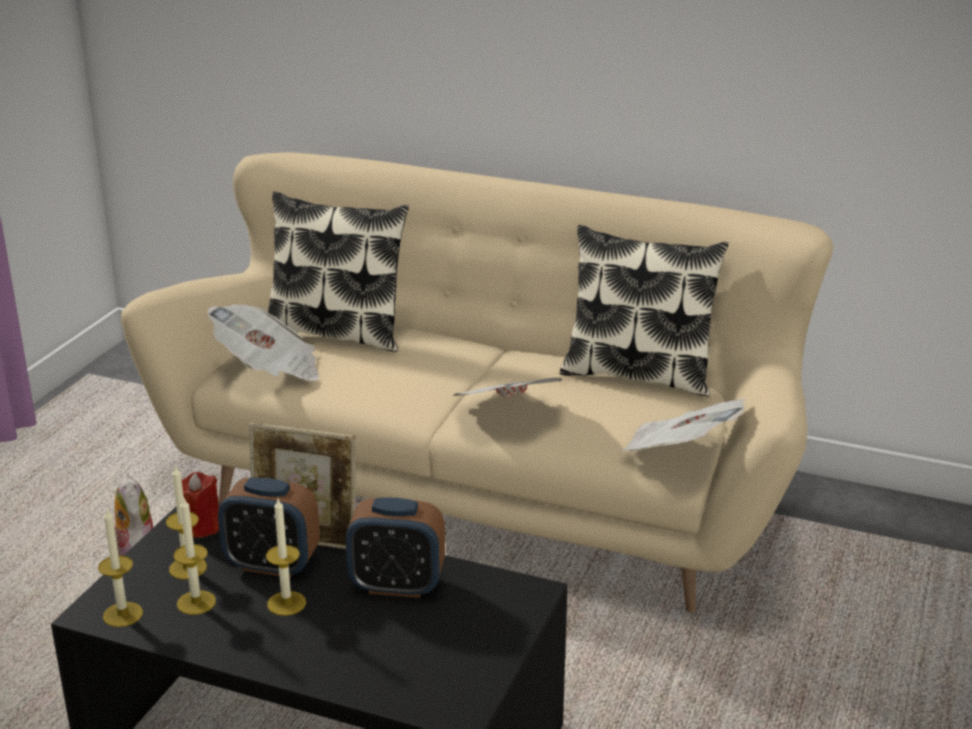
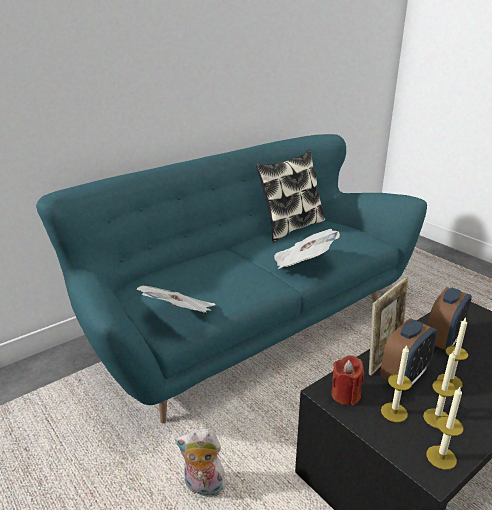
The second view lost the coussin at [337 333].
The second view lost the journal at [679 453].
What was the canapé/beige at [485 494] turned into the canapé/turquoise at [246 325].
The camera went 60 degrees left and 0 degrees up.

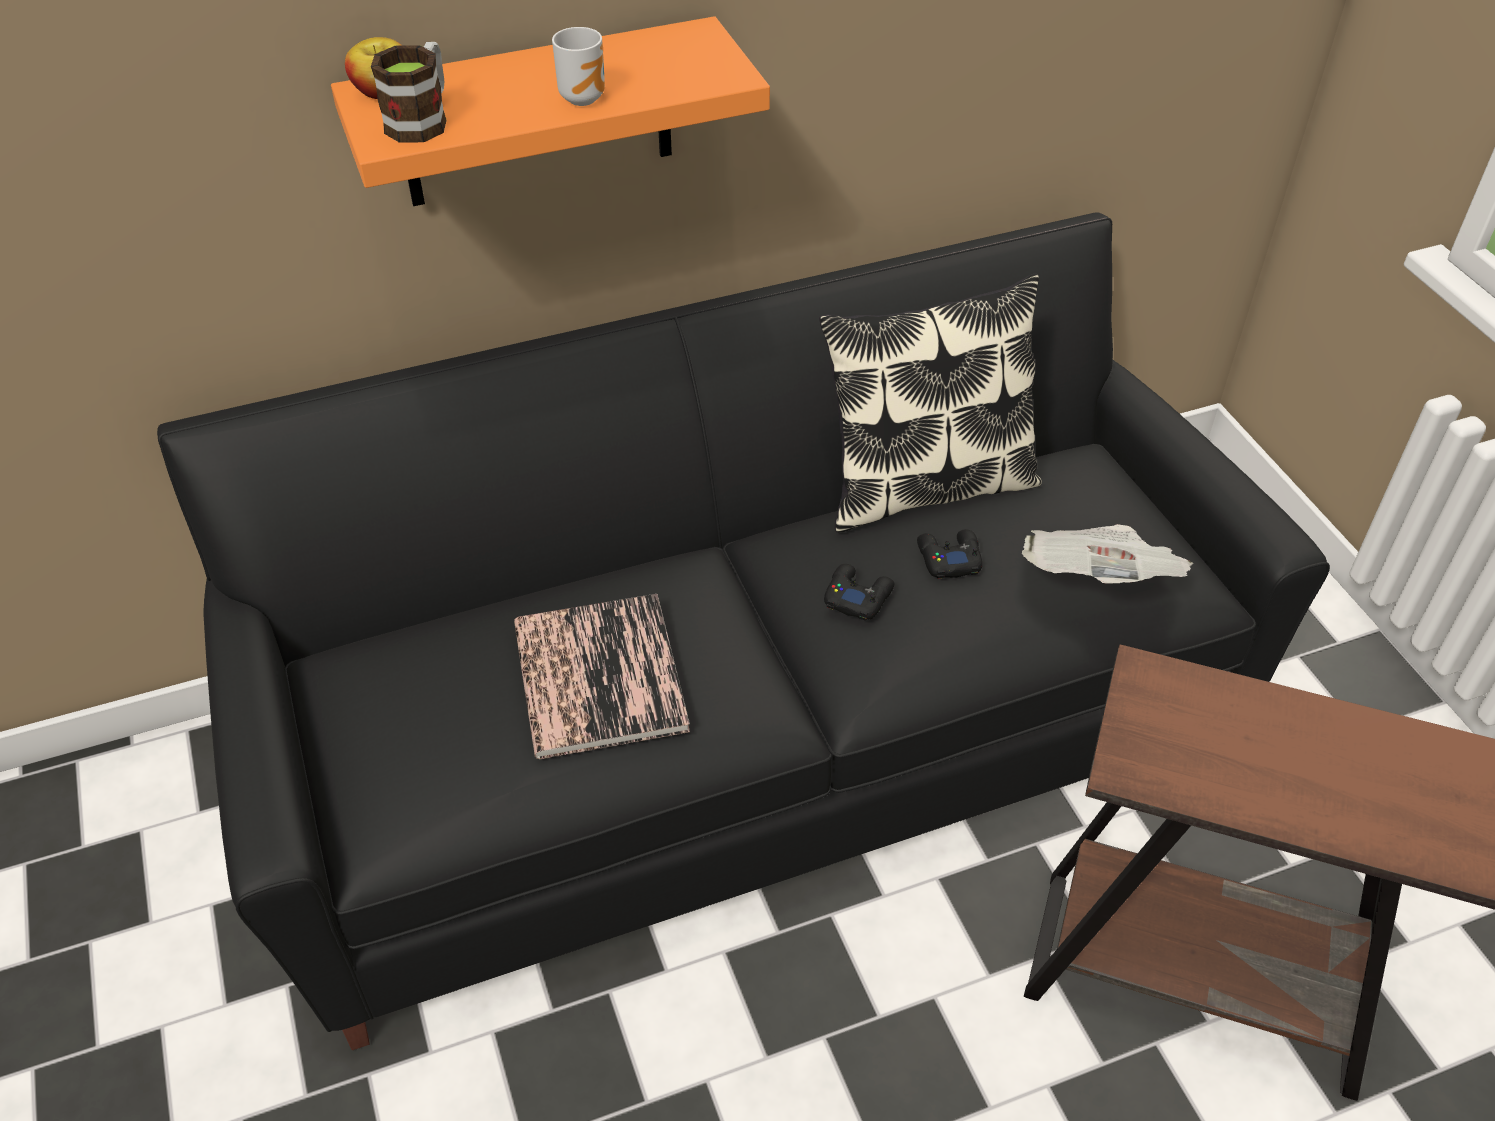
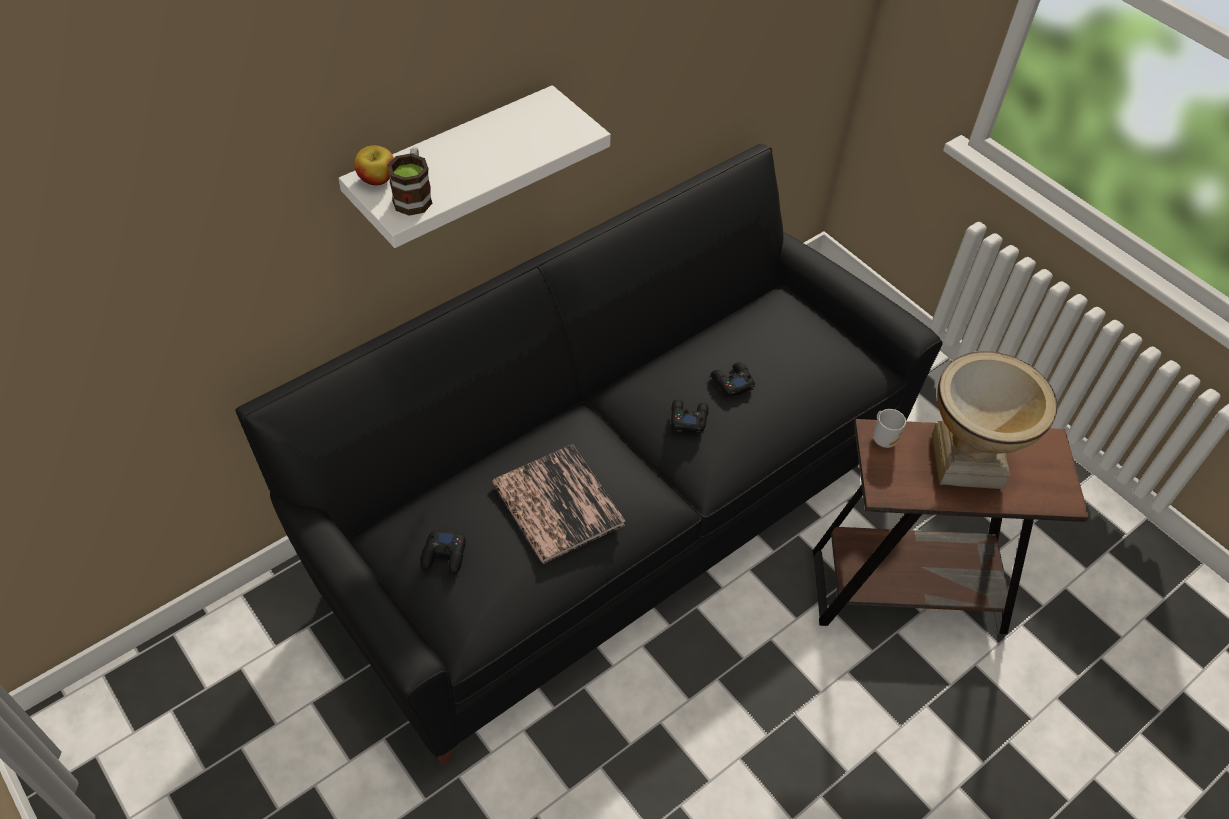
The second view lost the coussin at [925 485].
The second view lost the journal at [1097 583].
The second view gained the manette/noir at [444 555].
The second view gained the vase at [965 461].
The mug ended up elsewhere, having gone from [584 97] to [884 439].
What was the étagère/orange at [537 115] turned into the étagère/blanc at [453 166].
The camera went 20 degrees left and 5 degrees up.

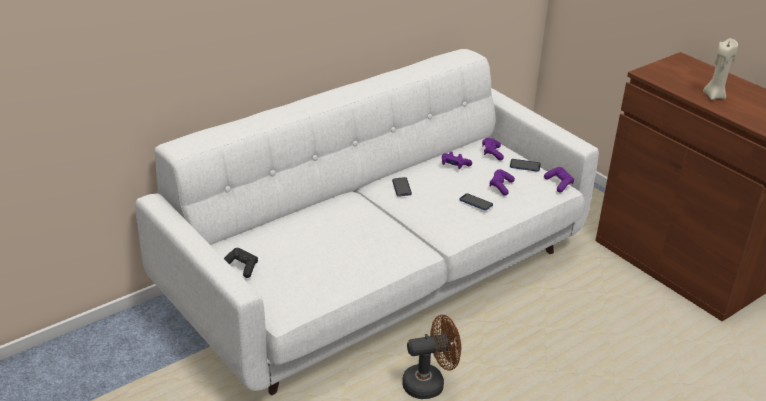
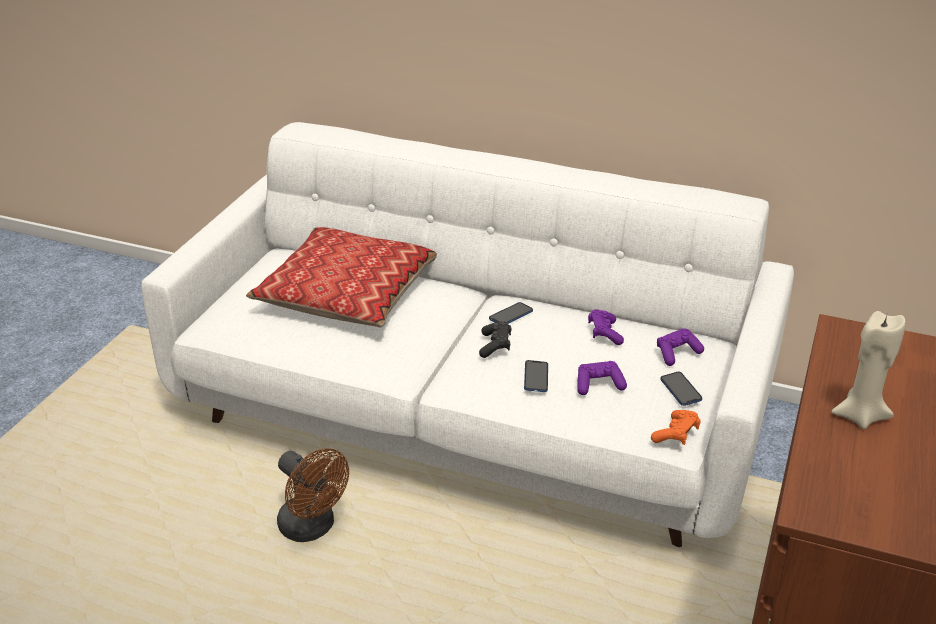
The second view gained the coussin at [348 292].
The manette/noir ended up elsewhere, having gone from [241 267] to [495 346].
What was the manette/violet at [559 184] turned into the manette/orange at [676 435].
The camera went 60 degrees right and 0 degrees up.

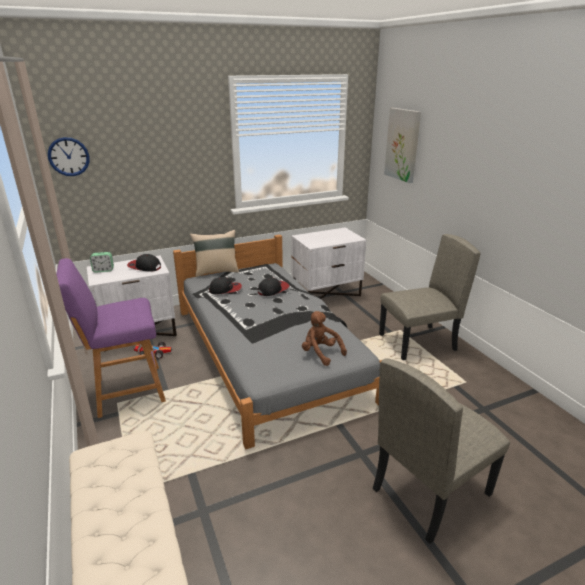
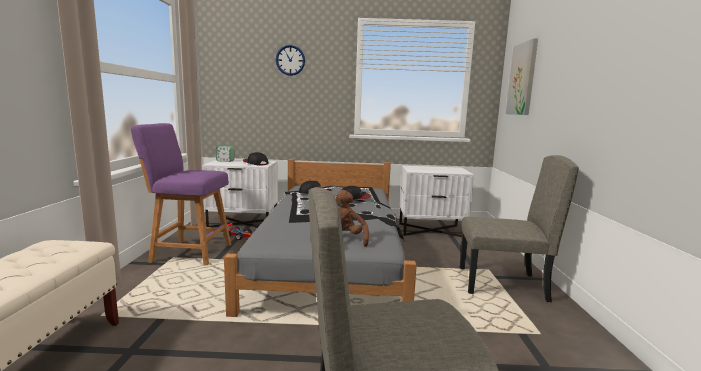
The second view lost the coussin/beige at [216 271].
The horloge murale ended up elsewhere, having gone from [69 156] to [290 60].
The camera went 25 degrees right and 15 degrees down.

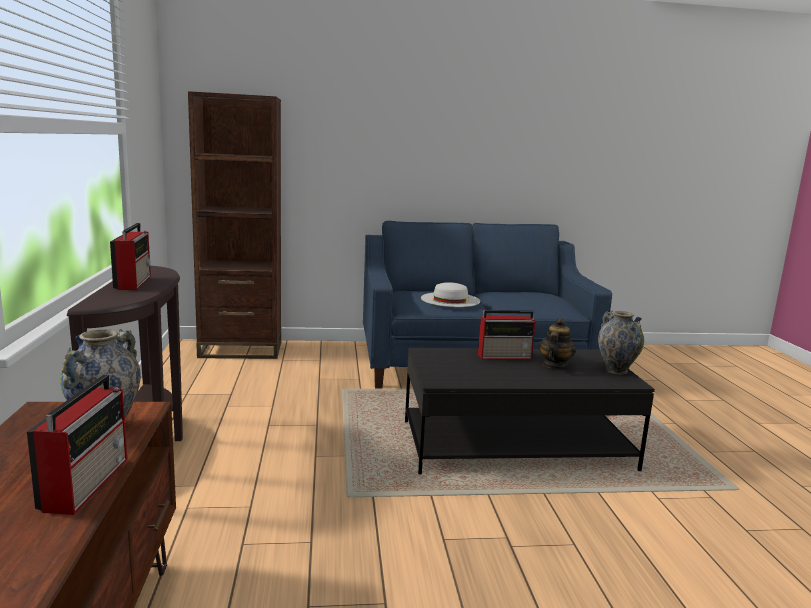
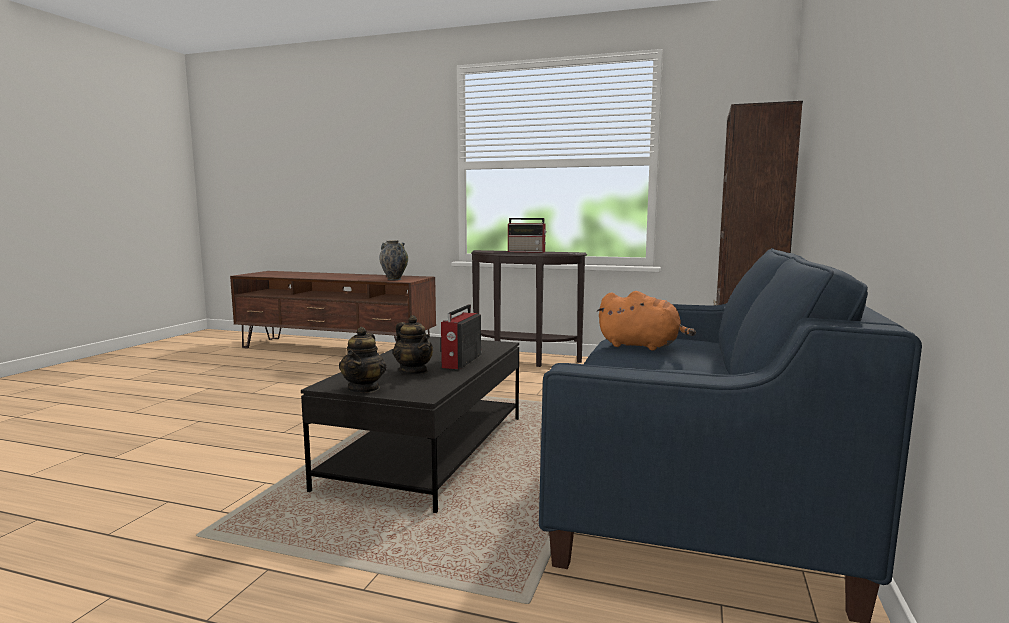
The second view lost the radio at [87 482].
Where the chapeau/blanc stood at [450 299], the peluche/orange came to stand at [642 346].
Where the vase stood at [616 370], the théière came to stand at [364 388].
The camera went 115 degrees right and 5 degrees down.

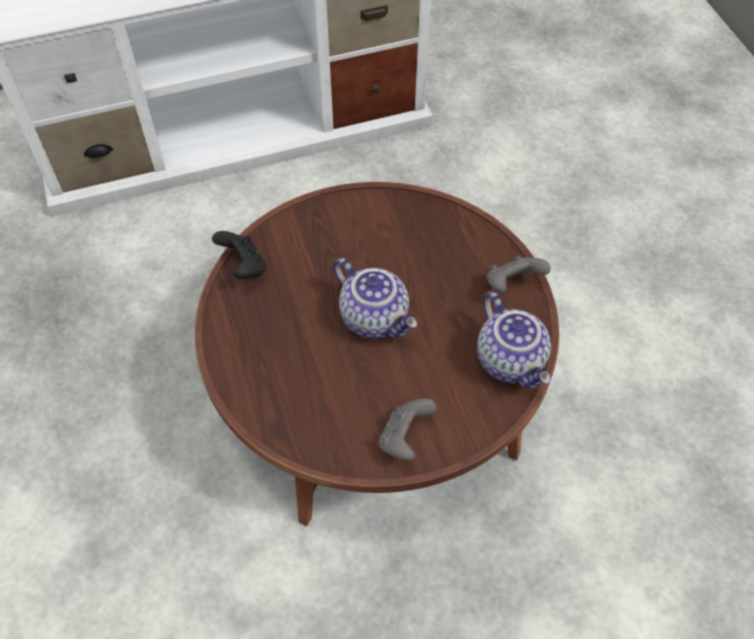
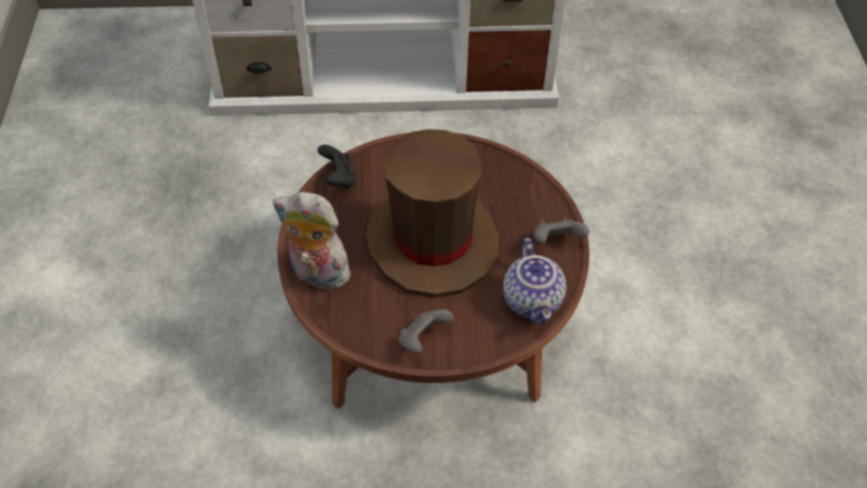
The second view gained the peluche at [316 274].
Where the théière stood at [376 318], the chapeau/marron came to stand at [432 242].
The camera went 15 degrees right and 5 degrees down.

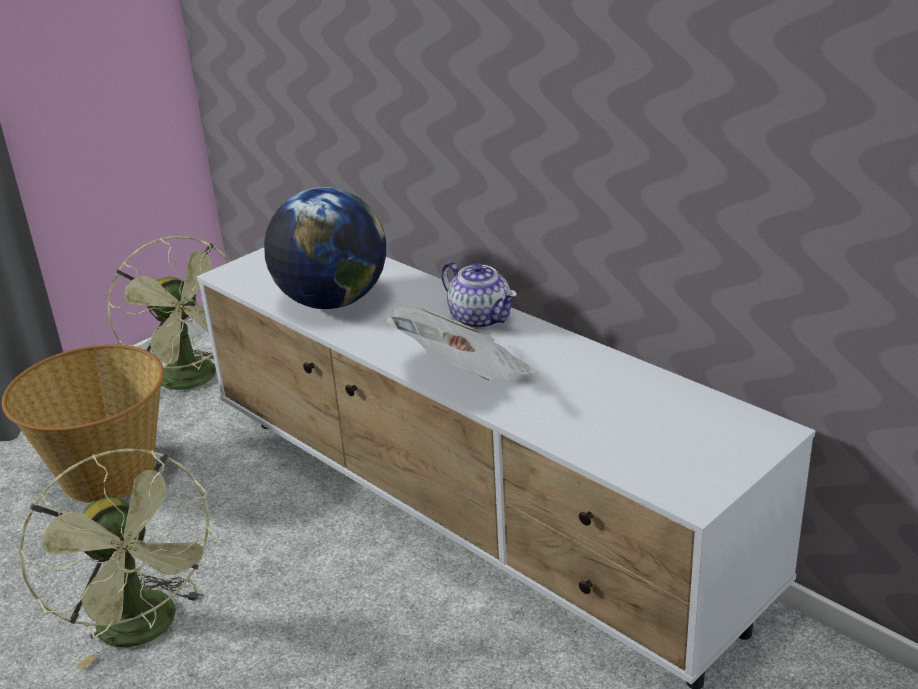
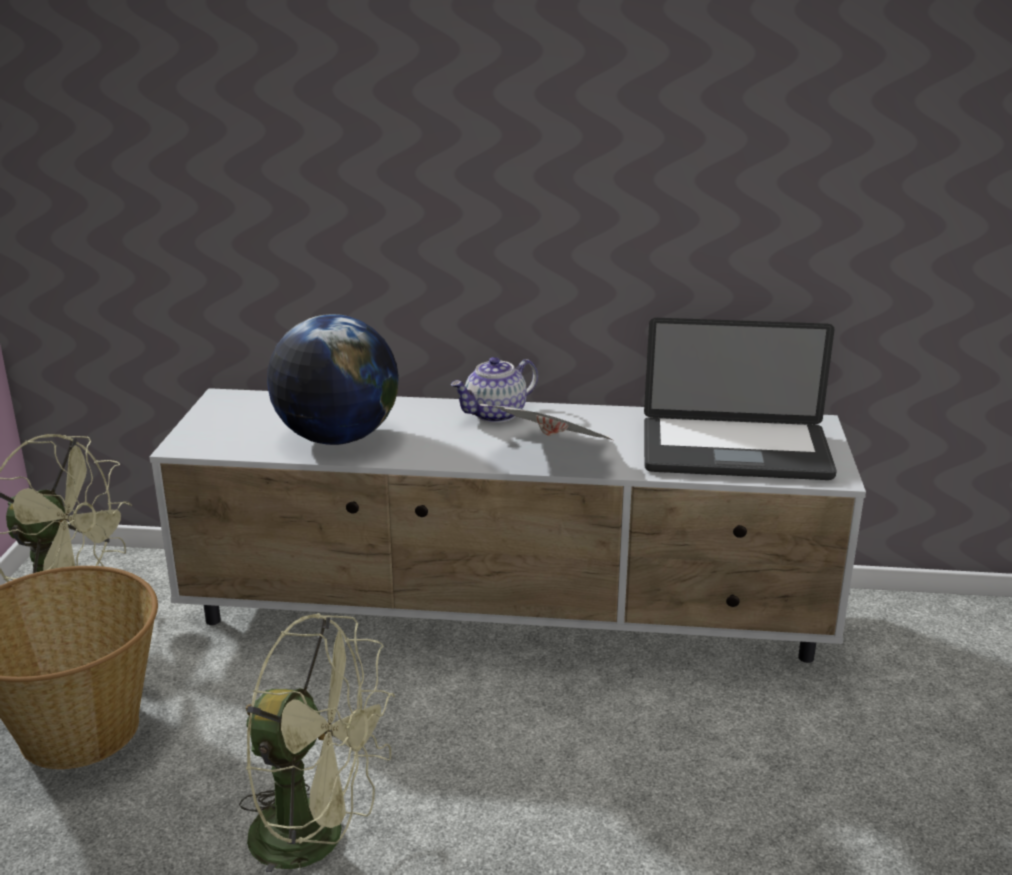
The second view gained the ordinateur portable at [735 452].
The théière at [481 318] ended up facing another way, 135 degrees clockwise from before.
The camera went 40 degrees left and 5 degrees down.

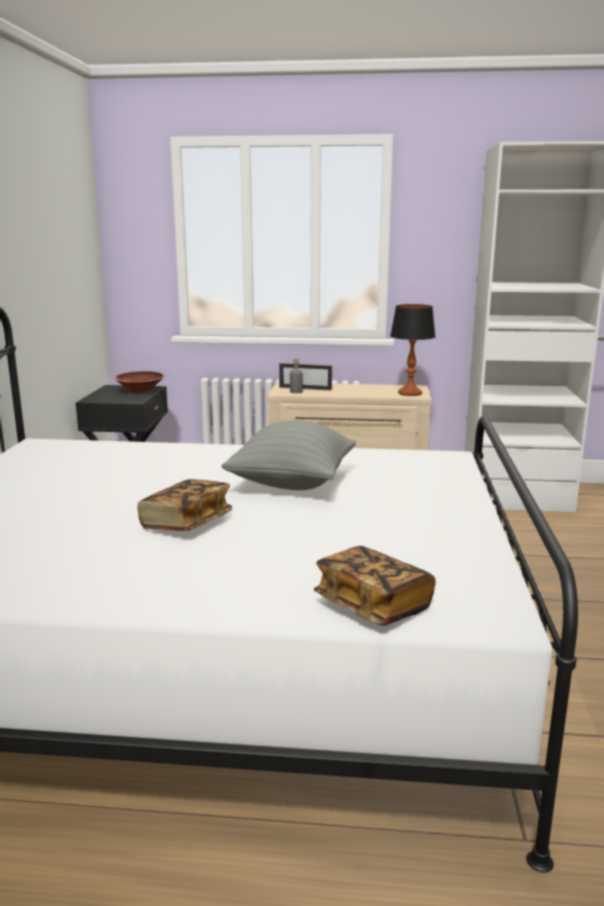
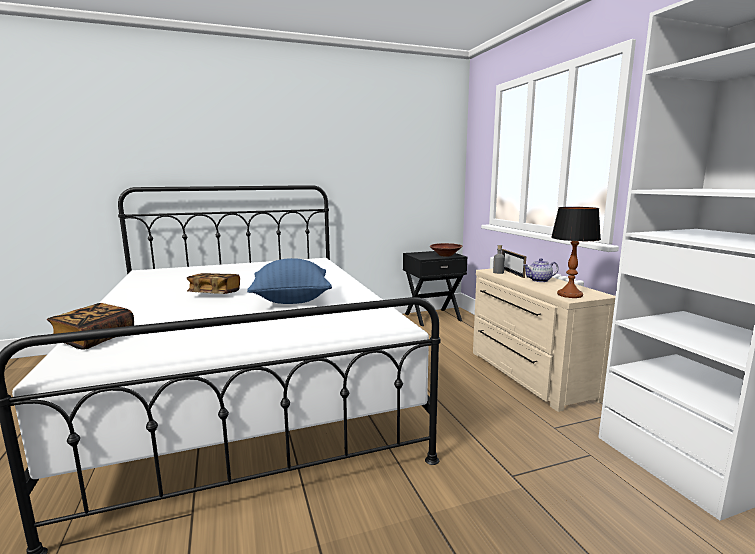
The second view gained the théière at [539 280].
What was the coussin/gris at [292 484] turned into the coussin/bleu at [291 300].
The camera went 65 degrees right and 5 degrees down.

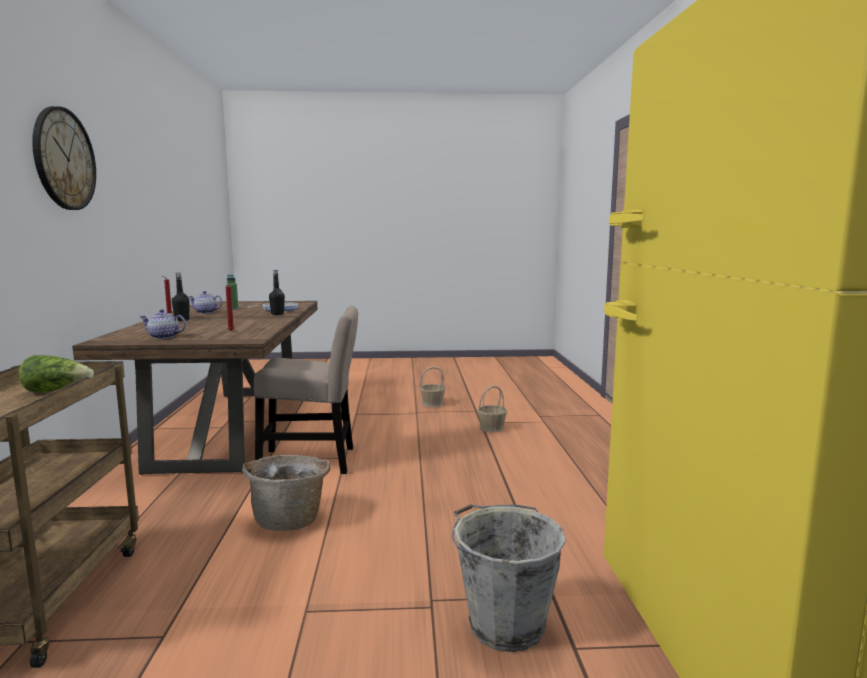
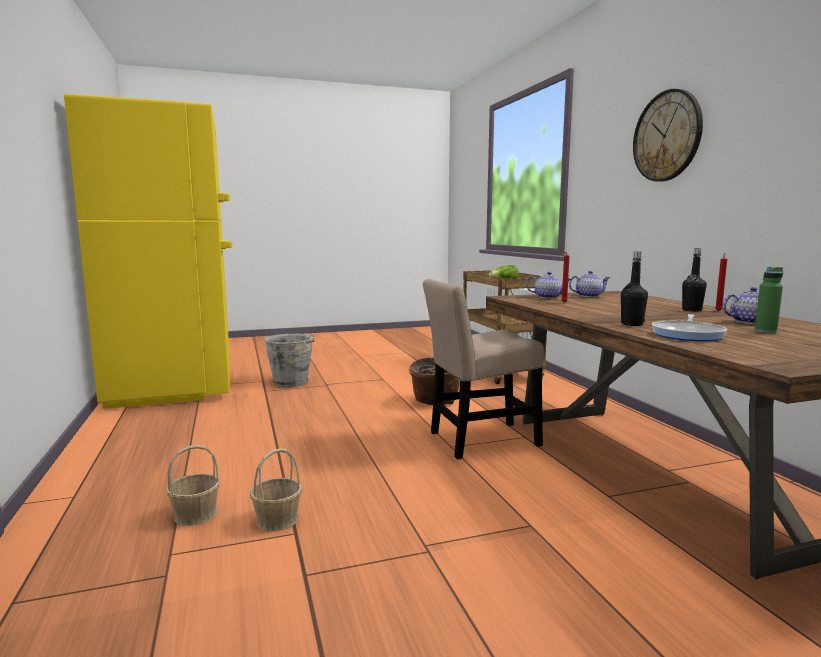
The second view gained the théière at [548 297].
The panier ended up elsewhere, having gone from [432 404] to [195 514].
The camera went 165 degrees right and 0 degrees up.

